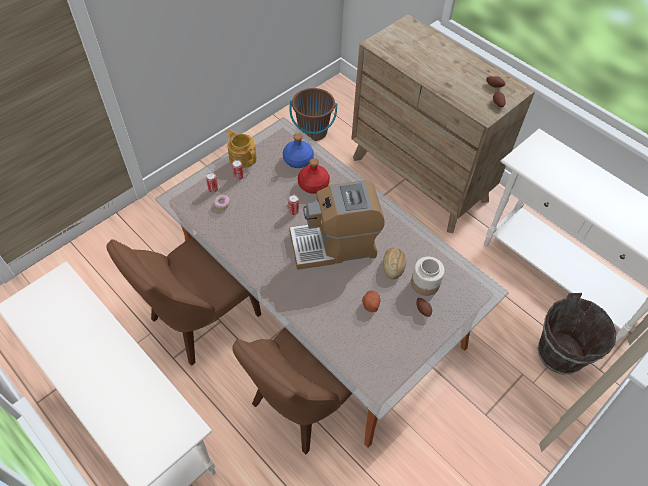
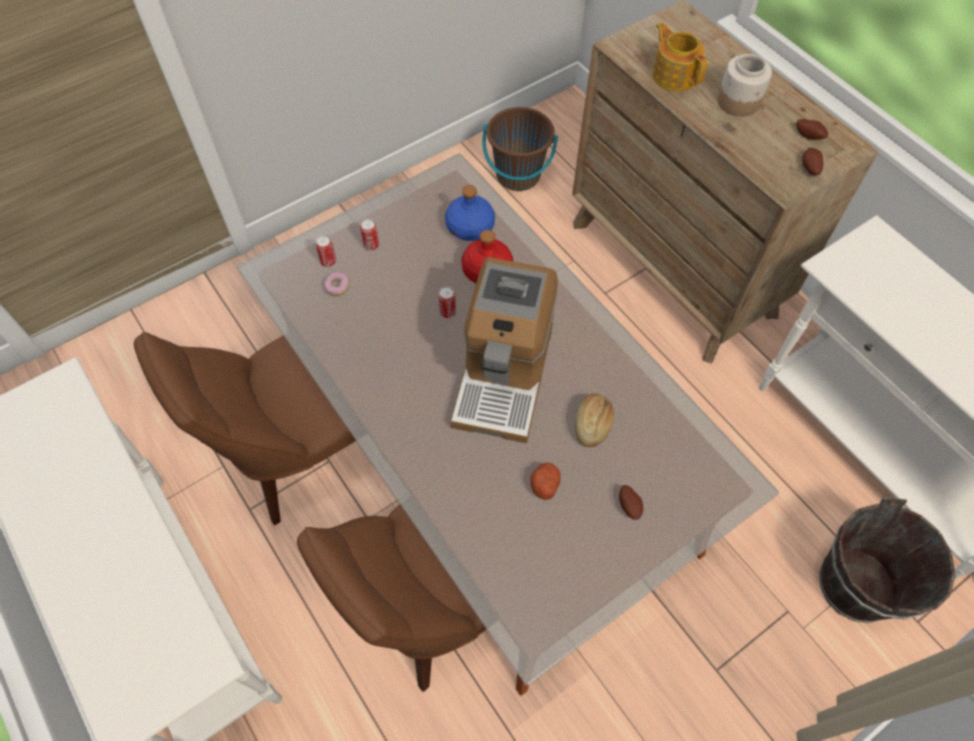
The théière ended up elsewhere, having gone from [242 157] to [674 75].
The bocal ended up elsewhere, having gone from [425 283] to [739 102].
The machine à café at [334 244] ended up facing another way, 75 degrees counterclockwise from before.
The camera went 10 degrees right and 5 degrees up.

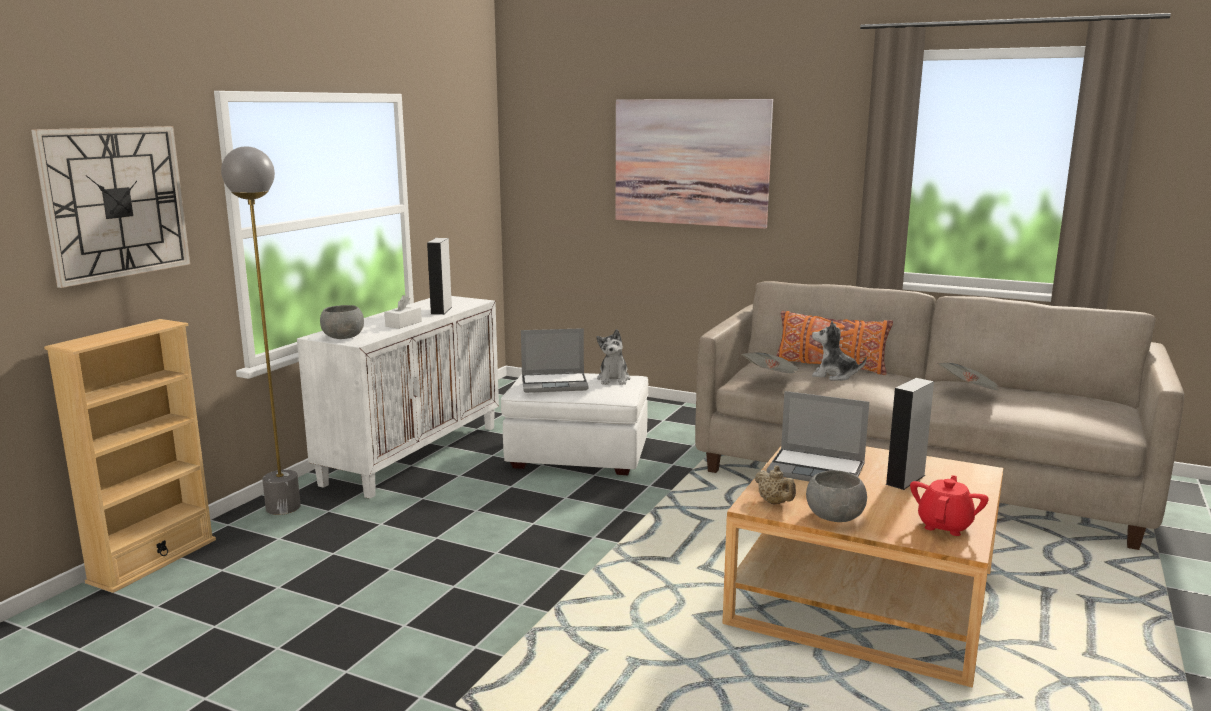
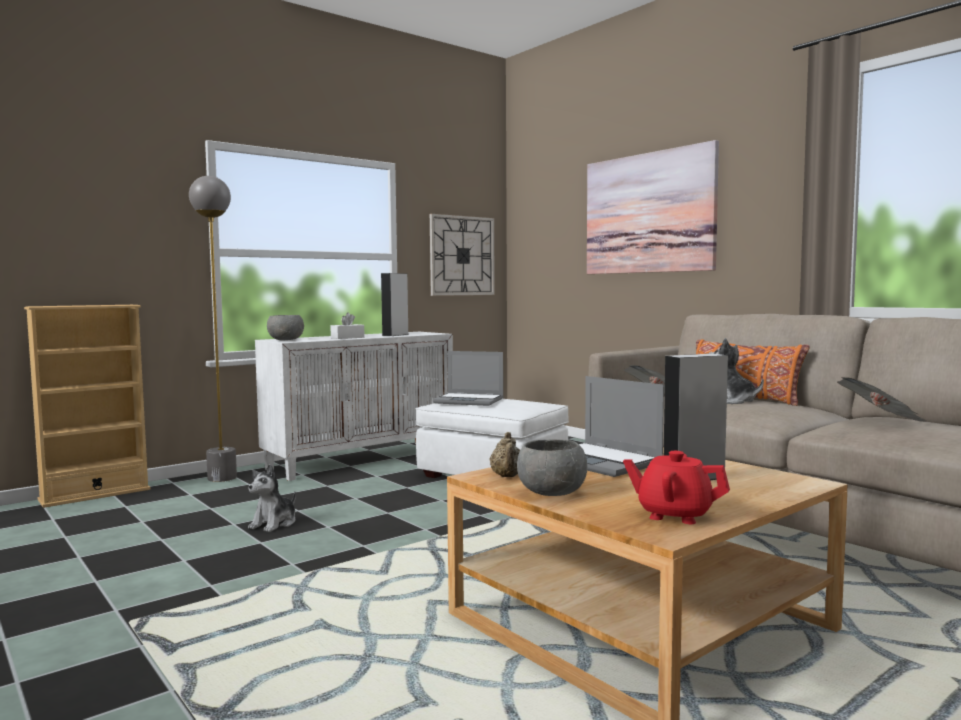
The horloge murale ended up elsewhere, having gone from [115 202] to [462 255].
The peluche ended up elsewhere, having gone from [614 379] to [274 524].
The théière/rouge at [945 526] ended up facing another way, 120 degrees counterclockwise from before.
The camera went 25 degrees right and 10 degrees down.

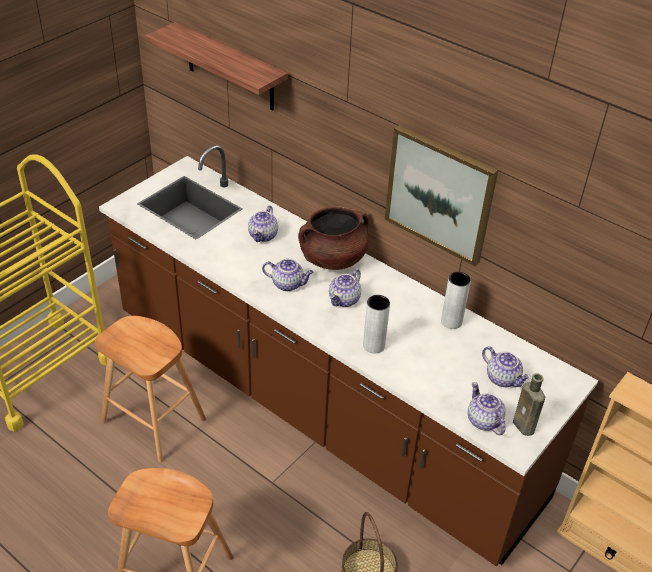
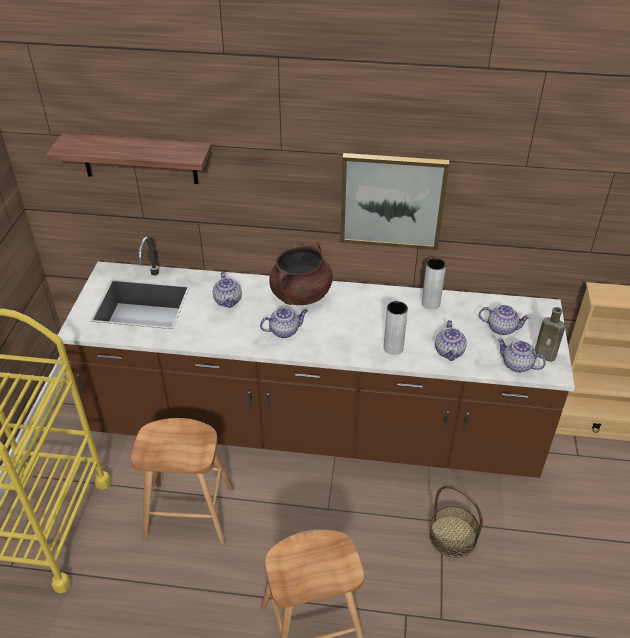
The théière ended up elsewhere, having gone from [344 300] to [449 352].
The camera went 30 degrees left and 0 degrees up.

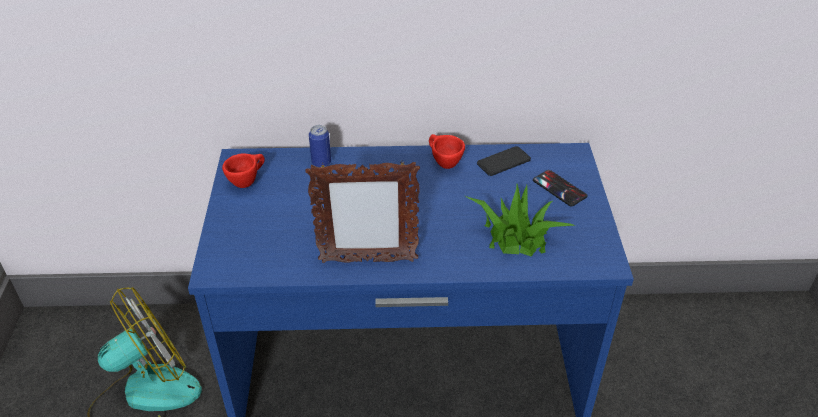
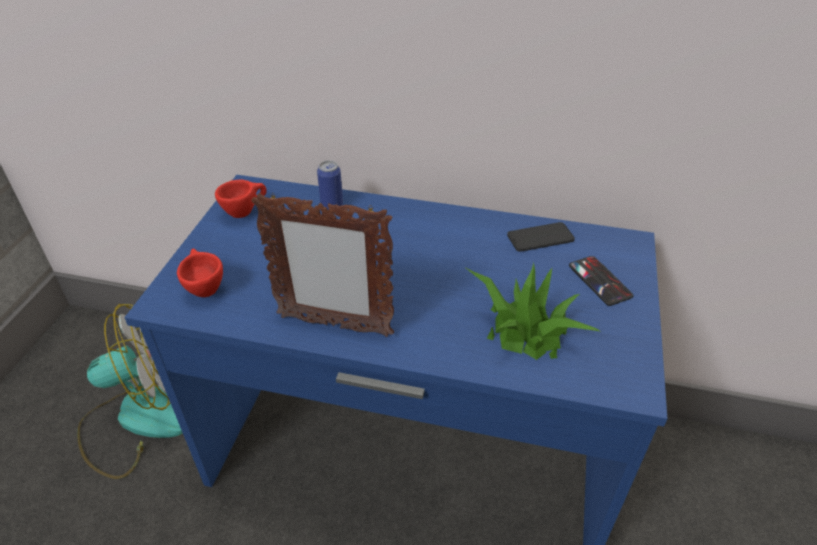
The tasse/rouge ended up elsewhere, having gone from [443 163] to [204 288].
The camera went 15 degrees right and 0 degrees up.

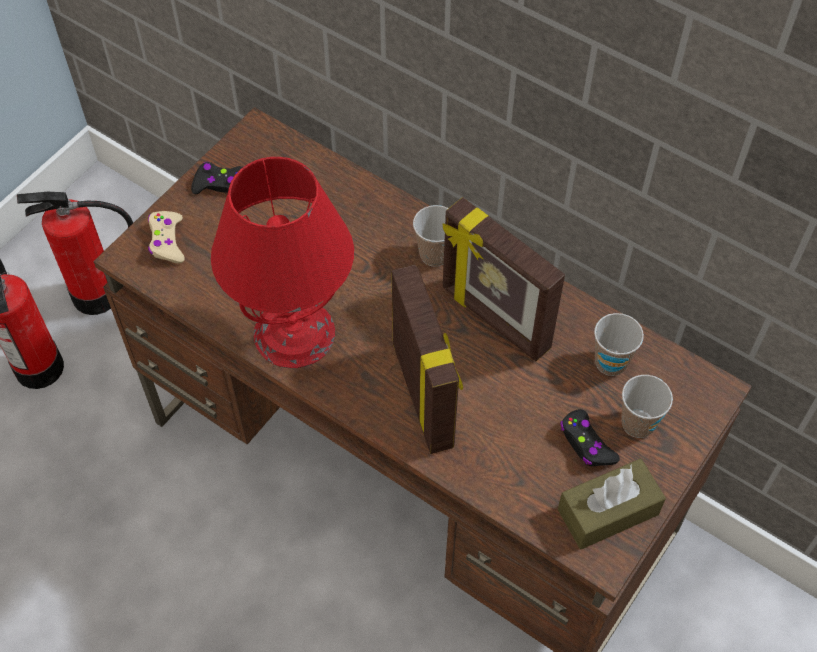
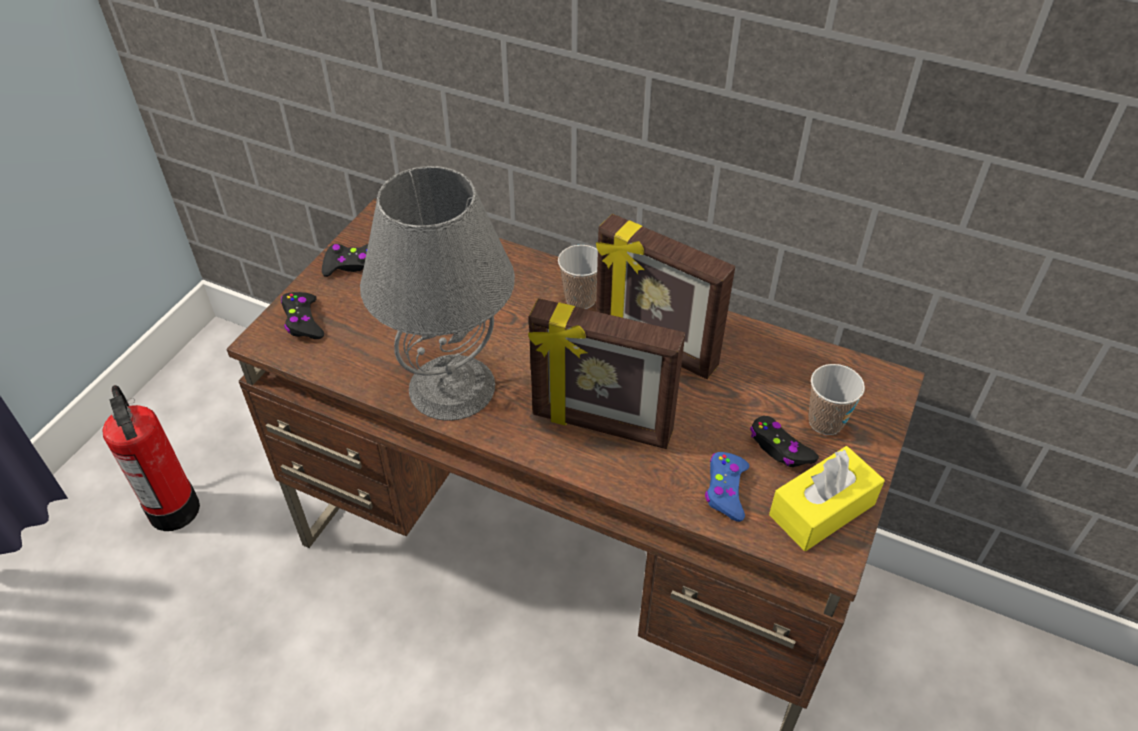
The second view lost the extincteur at [96 295].
The second view lost the tasse at [611 362].
The second view gained the manette/bleu at [725 490].
What was the manette/beige at [167 241] turned into the manette/noir at [303 321].
What was the lampe de table/rouge at [295 332] turned into the lampe de table/gris at [452 386].
What was the boîte à mouchoirs/marron at [608 512] turned into the boîte à mouchoirs/jaune at [822 509].
The cadre photo at [425 395] ended up facing another way, 135 degrees clockwise from before.
The camera went 10 degrees left and 10 degrees down.

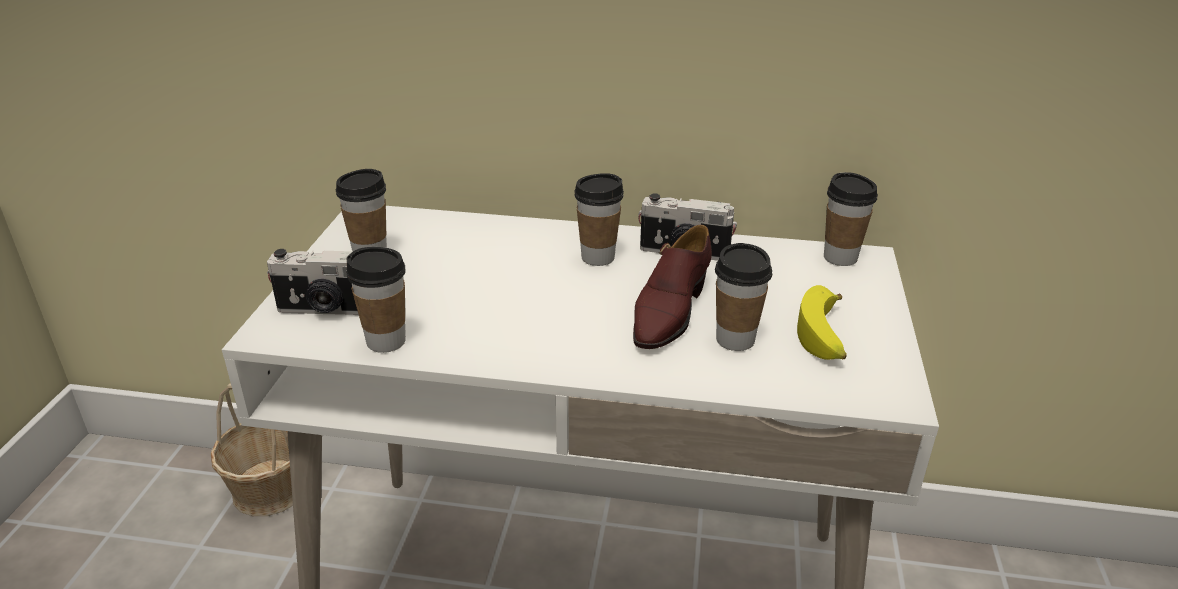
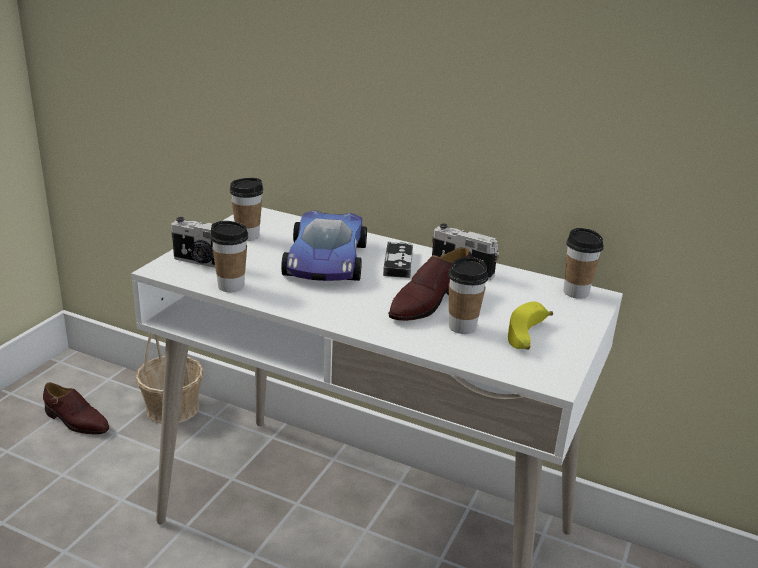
The second view gained the chaussure/marron at [76 421].
The second view gained the petite voiture at [325 261].
Where the tasse stood at [598 257], the manette came to stand at [398 263].
The camera went 15 degrees right and 5 degrees down.

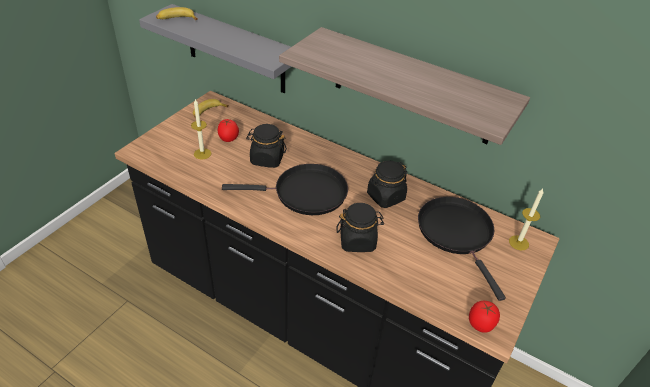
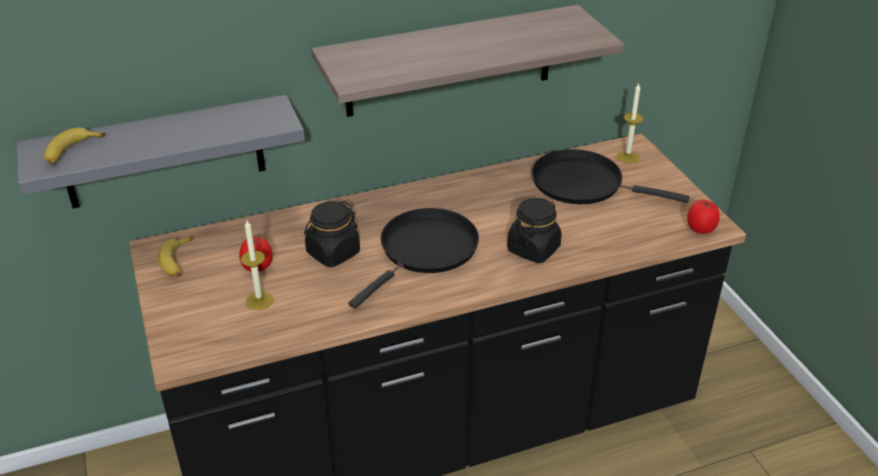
The second view lost the bocal/noir at [385 197].
The camera went 50 degrees left and 5 degrees down.

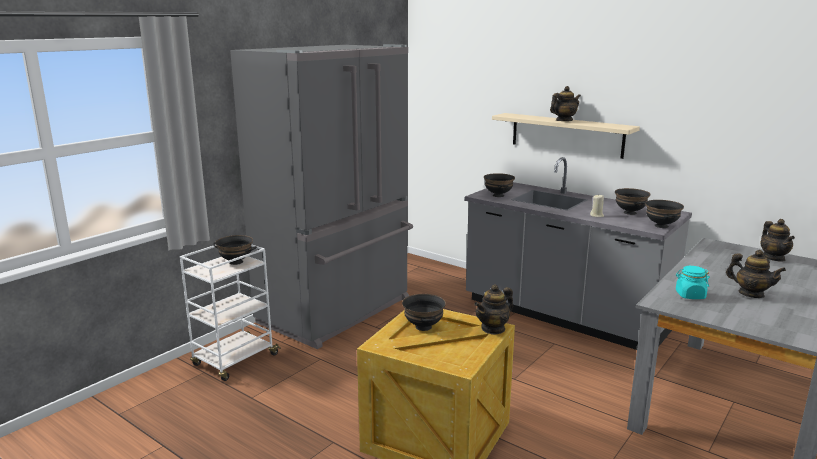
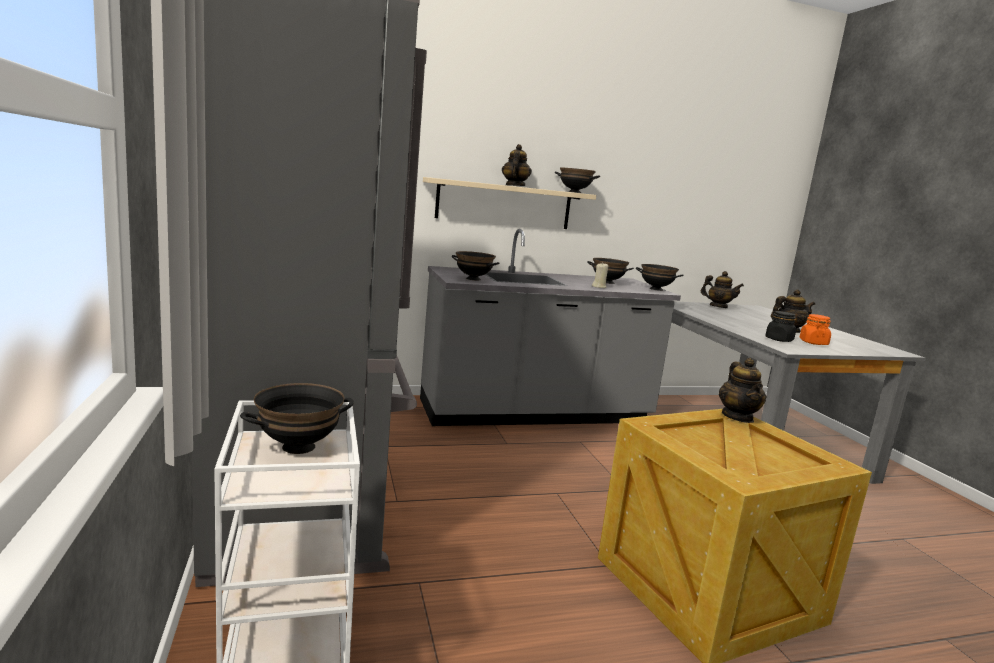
The second view gained the bocal/orange at [813 342].
The bol/noir ended up elsewhere, having gone from [424 327] to [575 192].
What was the bocal/turquoise at [690 295] turned into the bocal/noir at [779 340].
The camera went 55 degrees left and 5 degrees down.

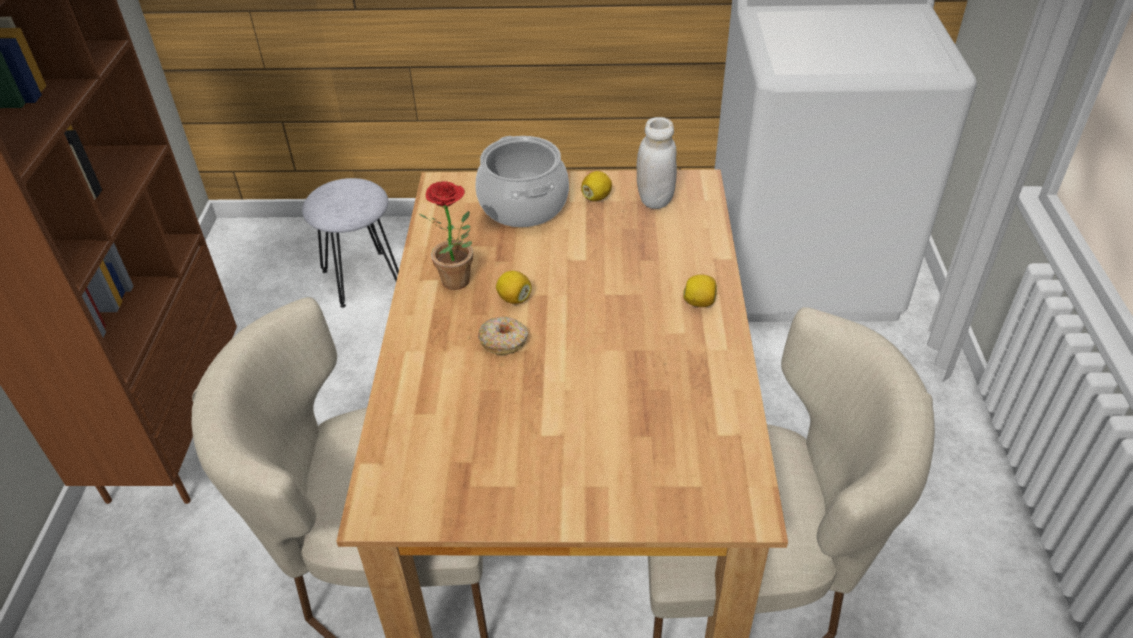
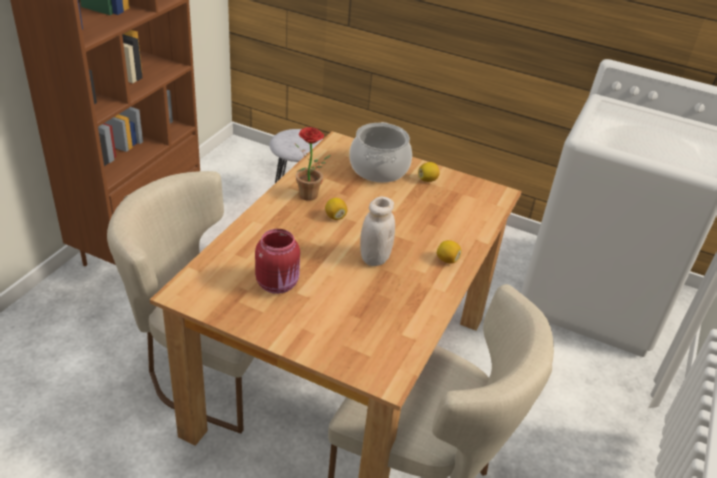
The second view lost the beignet at [504 341].
The second view gained the bocal/rouge at [278 283].
The bocal/blanc ended up elsewhere, having gone from [655 199] to [374 258].
The camera went 20 degrees right and 5 degrees down.

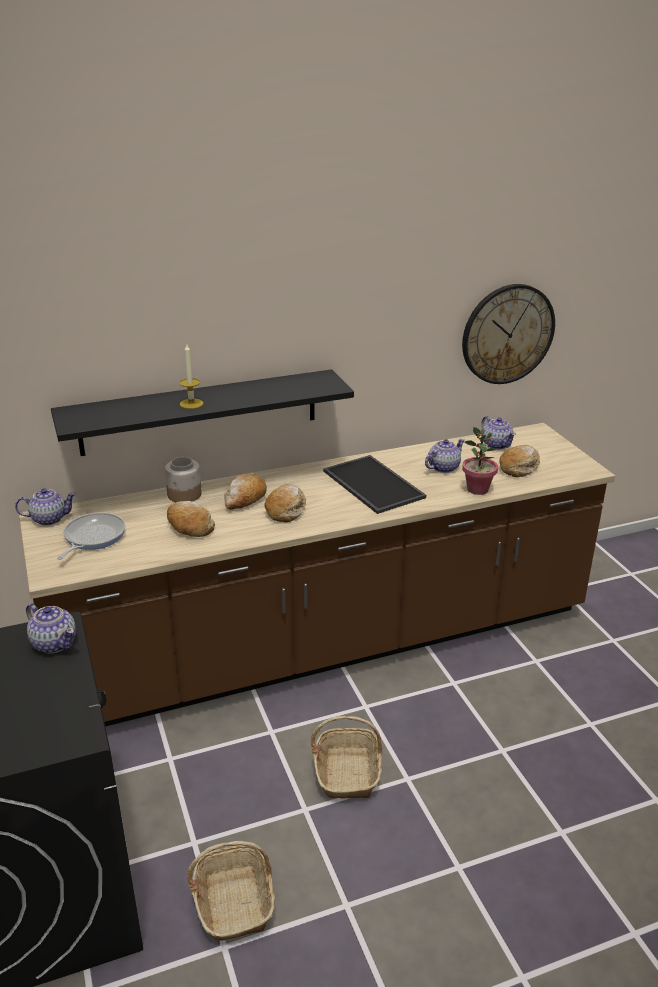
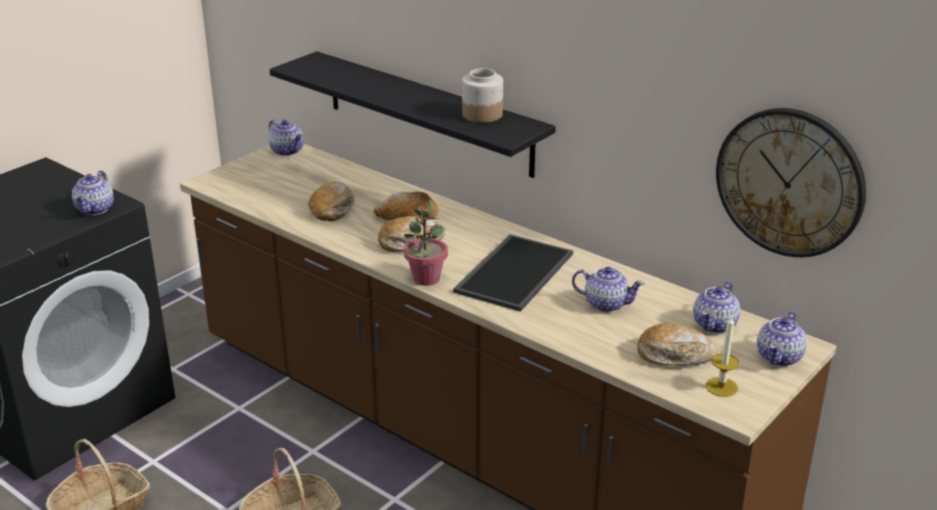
The second view lost the poêle at [92 537].
The second view gained the théière at [780 357].
The bocal ended up elsewhere, having gone from [184 495] to [482 115].
The bougie ended up elsewhere, having gone from [191 403] to [721 387].
The plante en pot ended up elsewhere, having gone from [477 489] to [426 279].
The camera went 60 degrees right and 0 degrees up.

